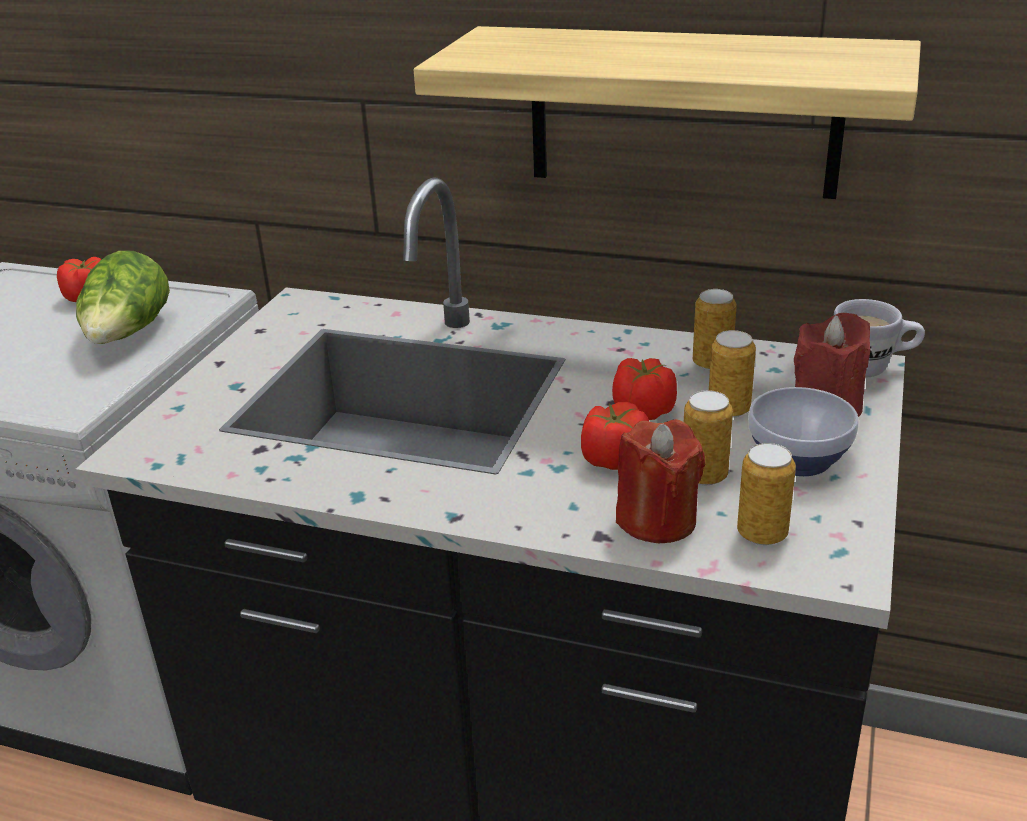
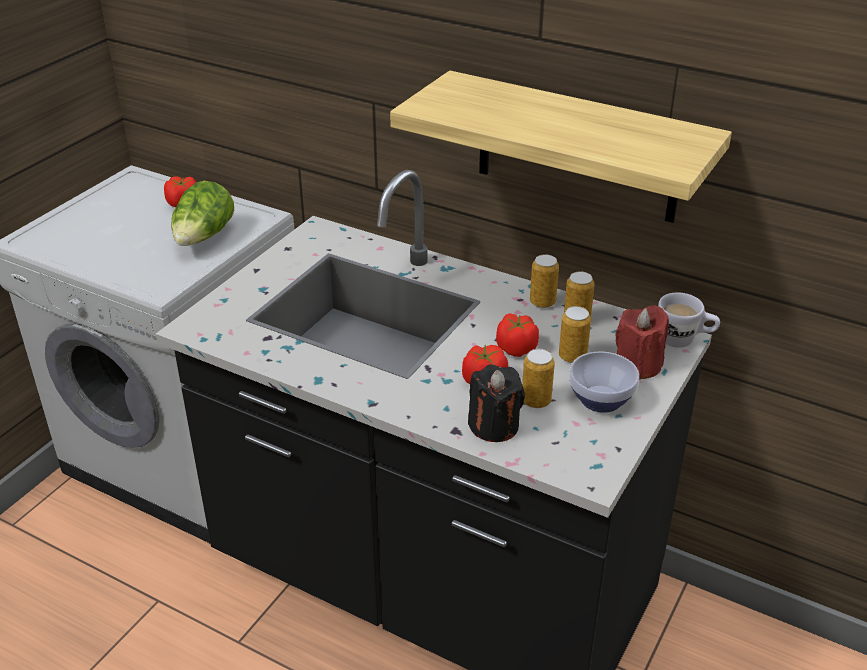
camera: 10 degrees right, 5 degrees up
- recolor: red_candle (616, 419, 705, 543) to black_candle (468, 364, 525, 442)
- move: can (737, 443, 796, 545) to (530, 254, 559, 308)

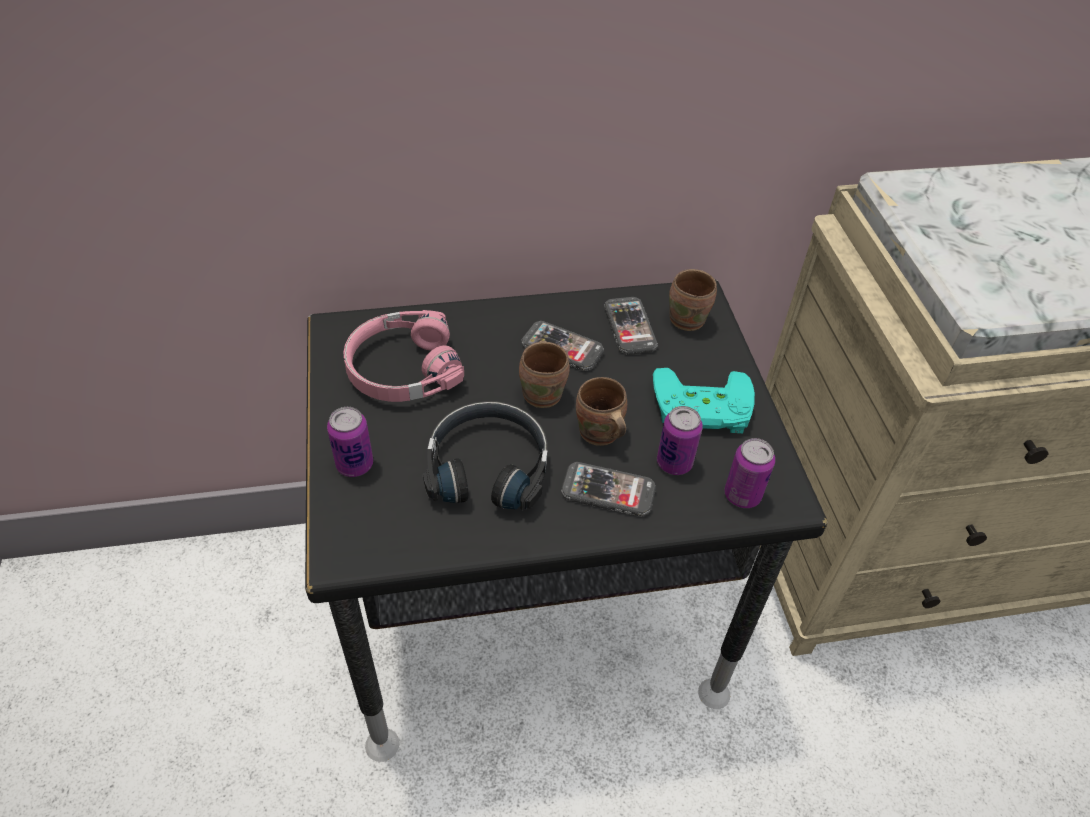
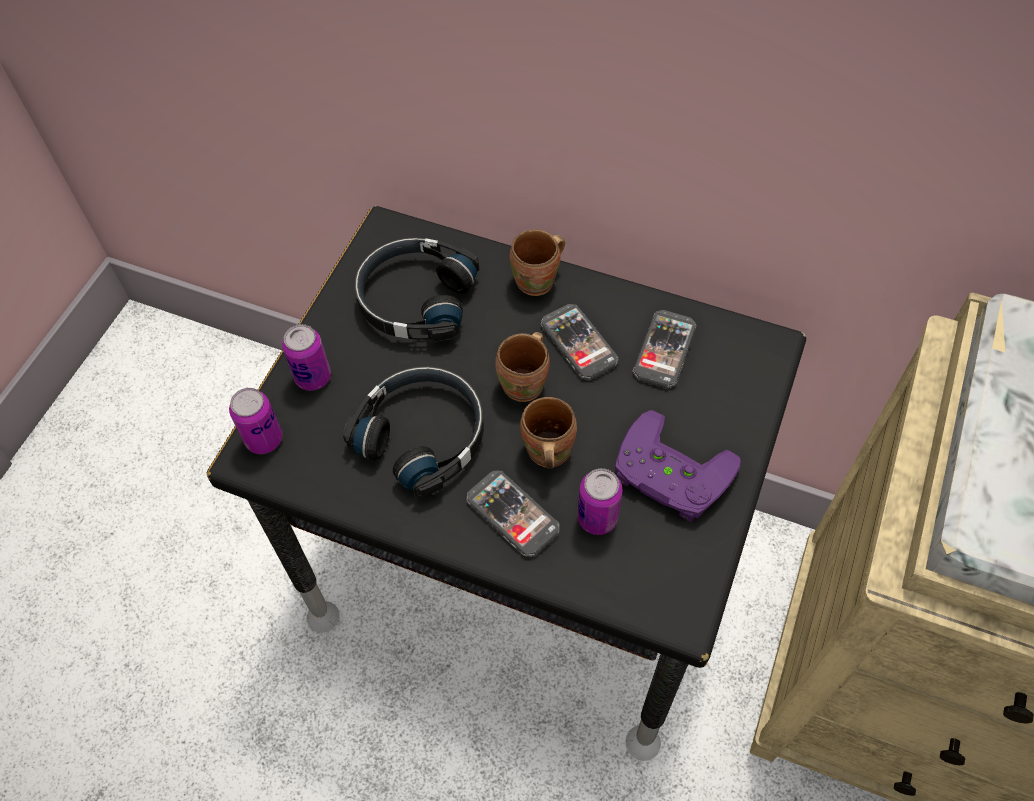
camera: 35 degrees right, 10 degrees up
- recolor: pink_headphones (343, 310, 464, 402) to black_headphones (355, 237, 479, 342)
- recolor: turquoise_game_controller (653, 368, 755, 433) to purple_game_controller (615, 410, 741, 522)
- move: brown_mug (669, 269, 717, 331) to (510, 229, 565, 296)
- move: can (724, 438, 775, 508) to (229, 388, 282, 454)

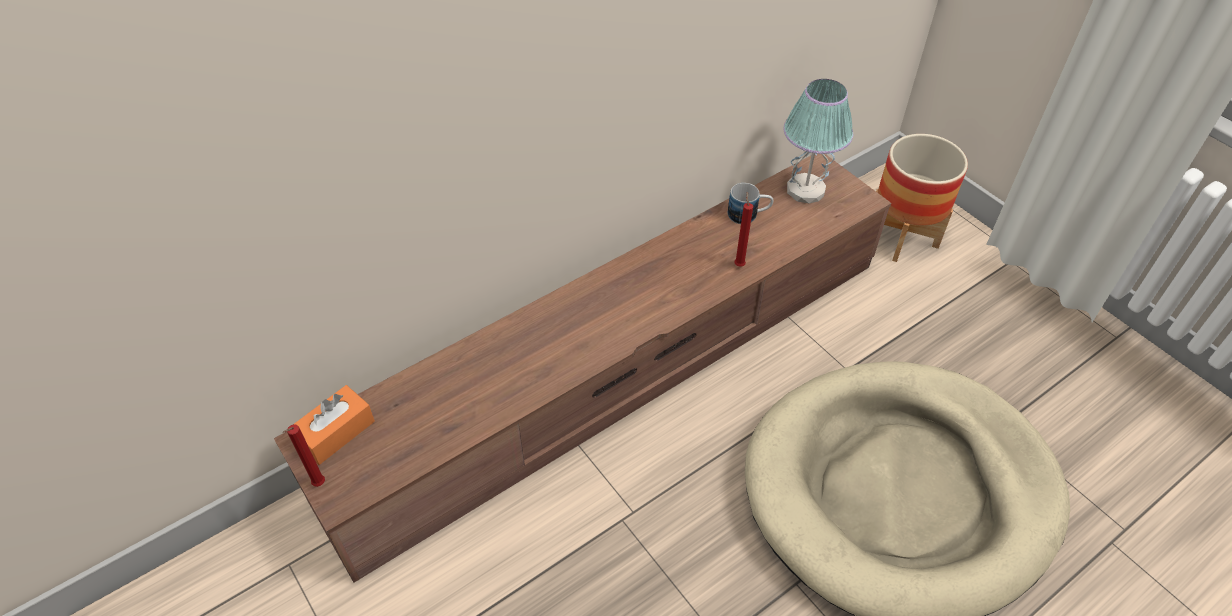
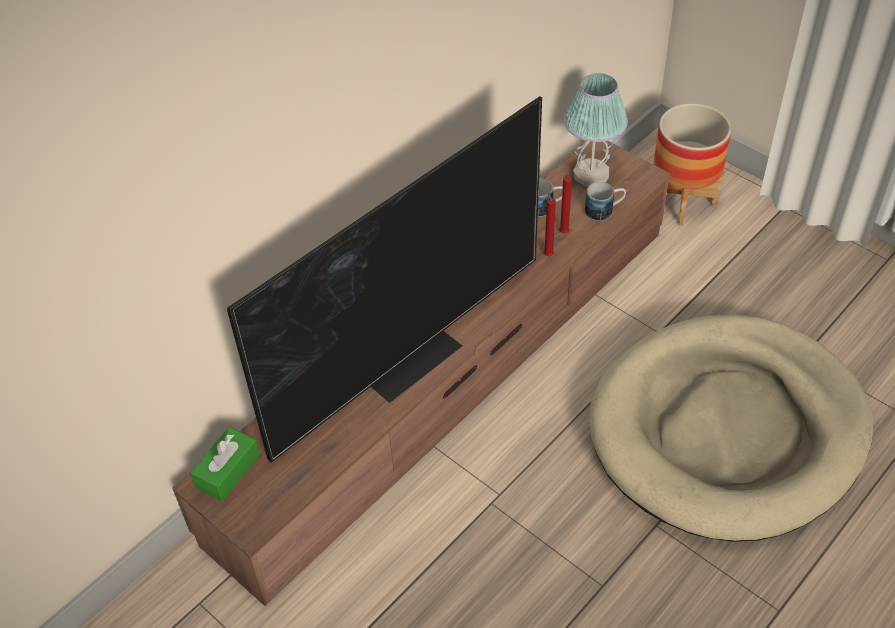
camera: 10 degrees left, 0 degrees up
- move: red_candle (282, 424, 325, 487) to (559, 176, 572, 234)
- recolor: orange_tissue_box (294, 385, 375, 465) to green_tissue_box (190, 427, 260, 502)
- insert: television (227, 96, 542, 463)
- insert: mug (585, 182, 626, 221)

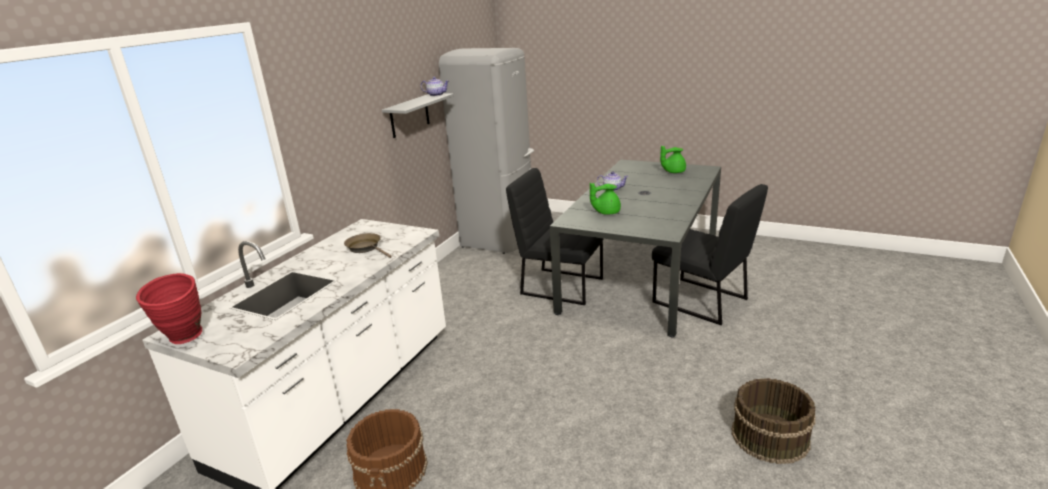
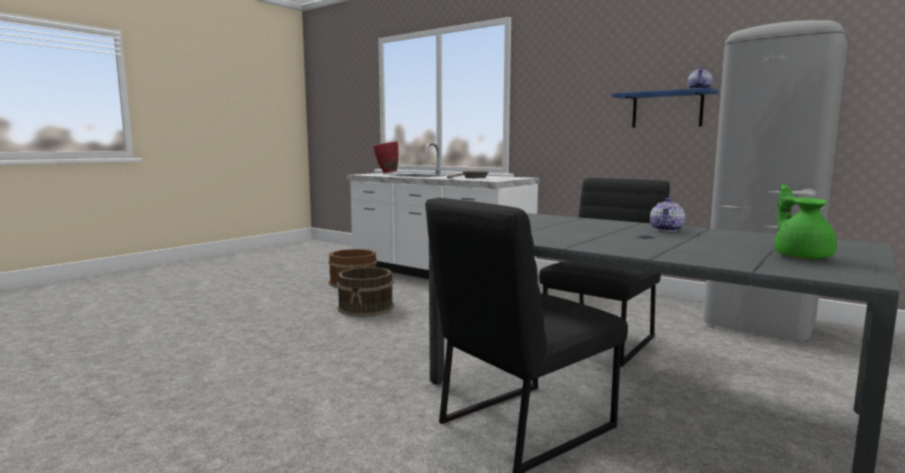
camera: 100 degrees right, 15 degrees down
- recolor: grey_shelf (382, 93, 454, 138) to blue_shelf (612, 88, 719, 128)
- delete: green_teapot (590, 183, 621, 215)
- move: brown_bucket (732, 378, 816, 464) to (337, 267, 394, 317)

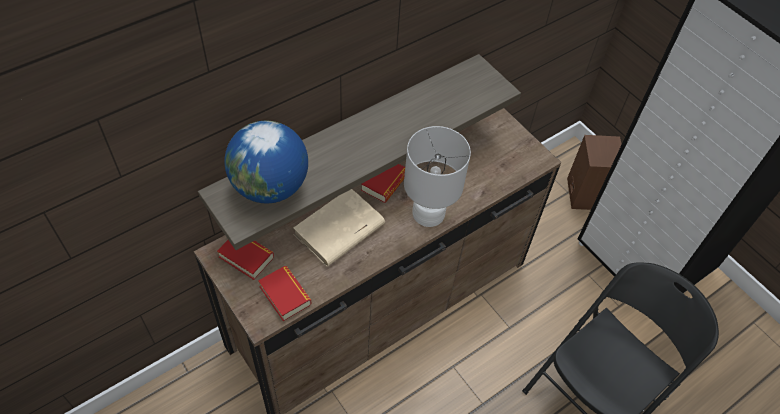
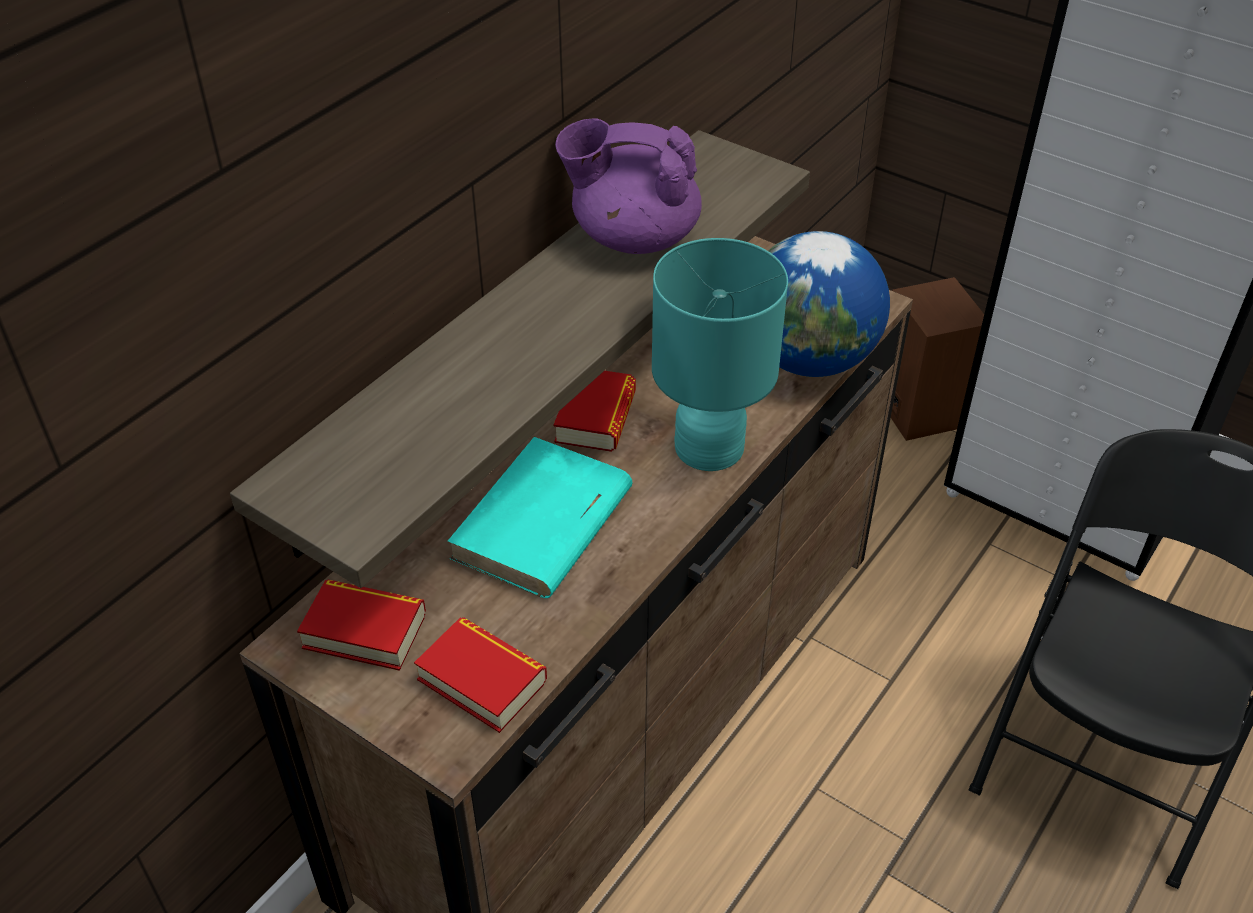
camera: 15 degrees left, 10 degrees down
- move: globe (224, 121, 308, 203) to (768, 231, 890, 377)
- recolor: beige_book (293, 189, 385, 266) to turquoise_book (447, 437, 633, 598)
- recolor: grey_table_lamp (404, 126, 471, 227) to turquoise_table_lamp (652, 238, 788, 471)
- insert: purple_teapot (555, 119, 702, 254)

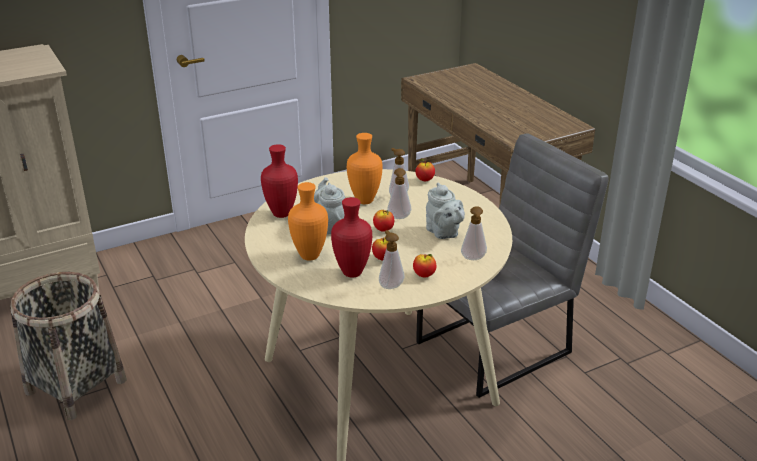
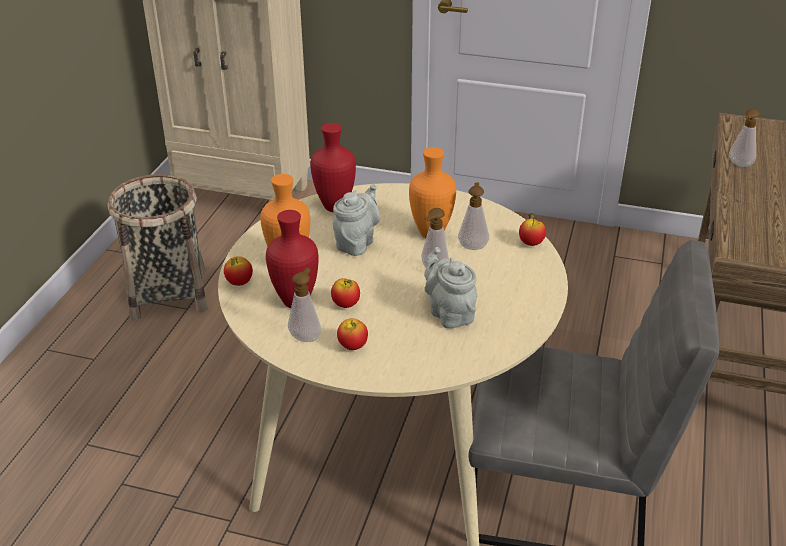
camera: 45 degrees right, 5 degrees up
- move: apple (373, 210, 394, 232) to (224, 256, 253, 286)
- rotate: grey_teapot (426, 182, 465, 239) = (424, 247, 477, 329) 135 degrees clockwise
- move: soap_dispenser (461, 206, 487, 260) to (729, 109, 760, 167)

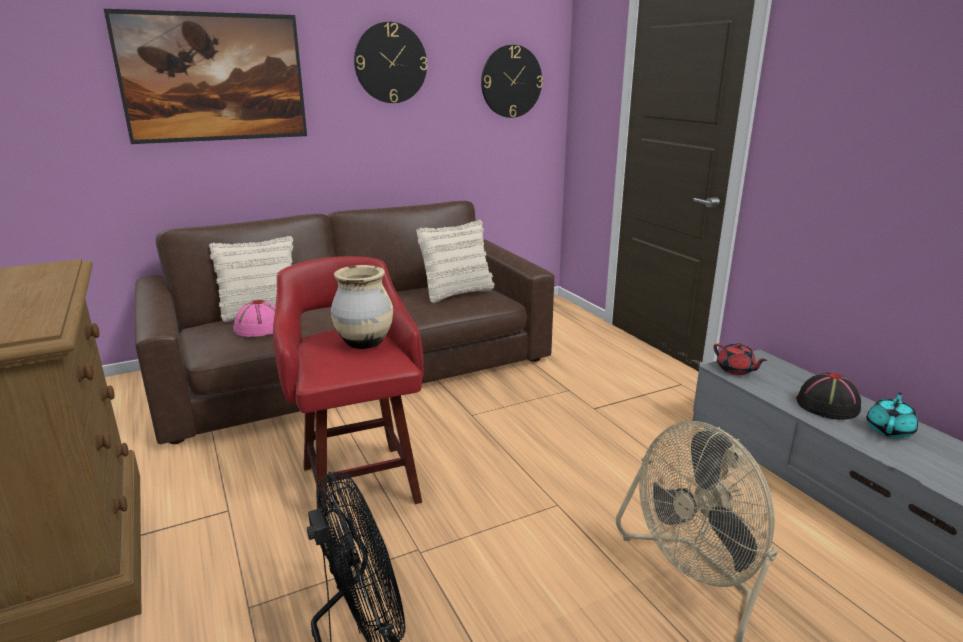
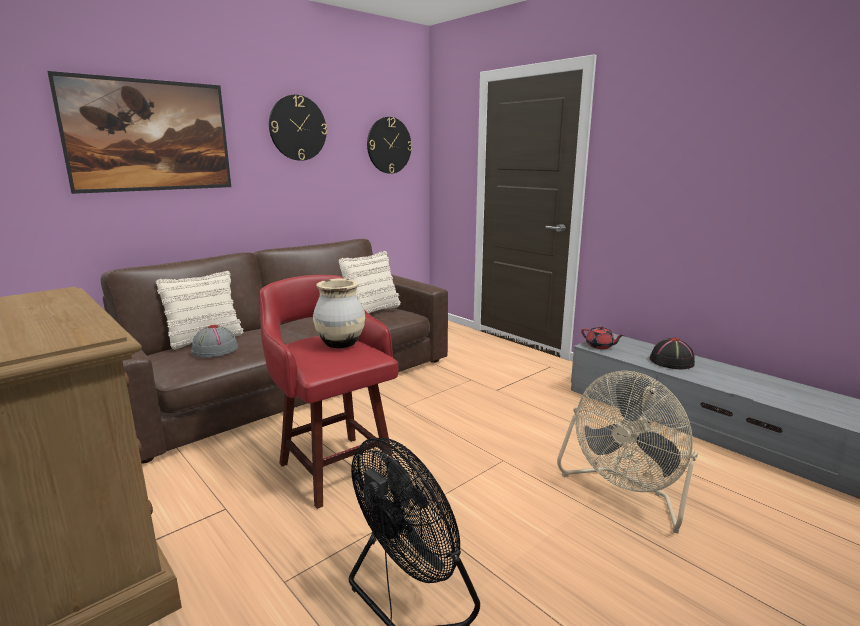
camera: 15 degrees left, 5 degrees down
- recolor: pink_hat (233, 300, 276, 337) to grey_hat (191, 324, 238, 358)
- delete: turquoise_teapot (867, 392, 918, 438)

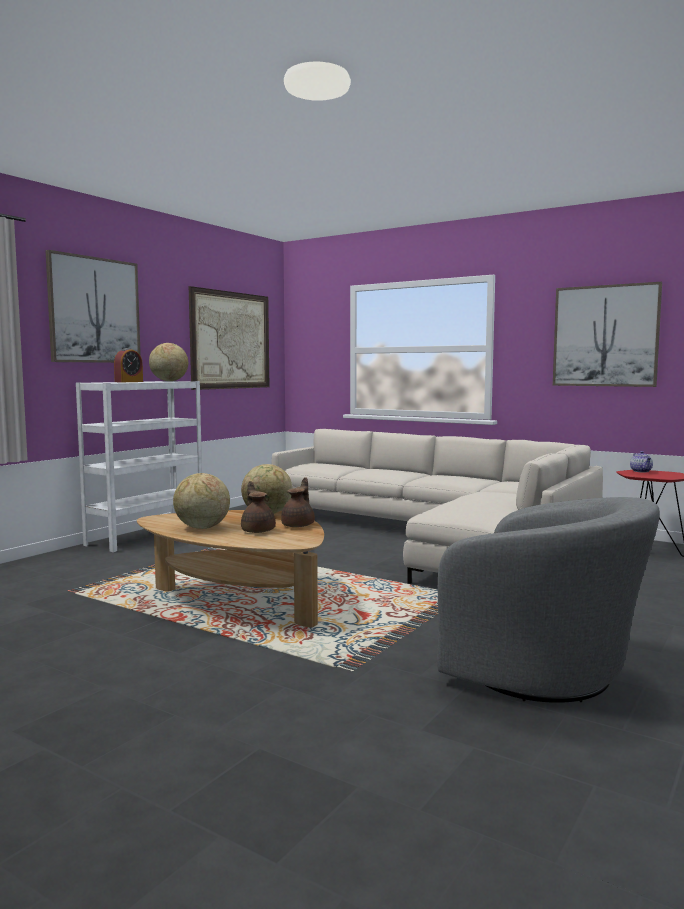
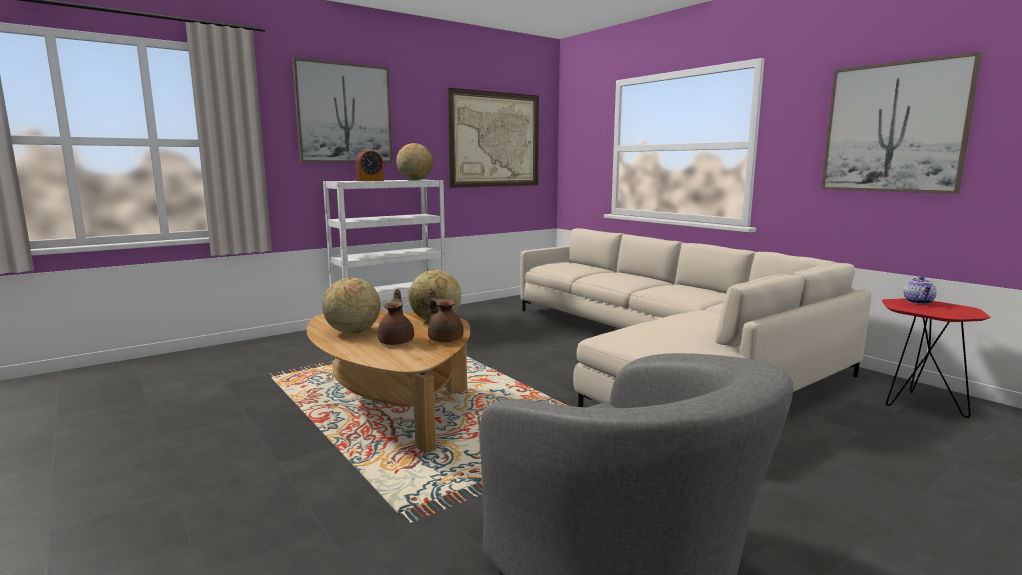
camera: 20 degrees right, 5 degrees up
- rotate: brown_teapot (281, 477, 315, 527) = (428, 289, 464, 342) 75 degrees counterclockwise

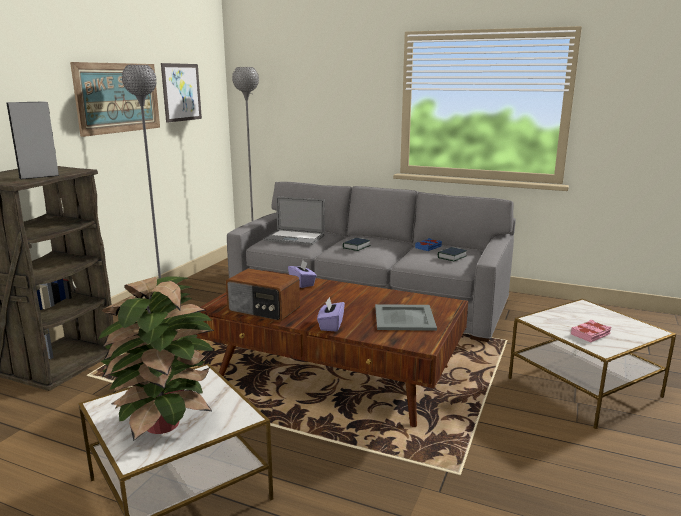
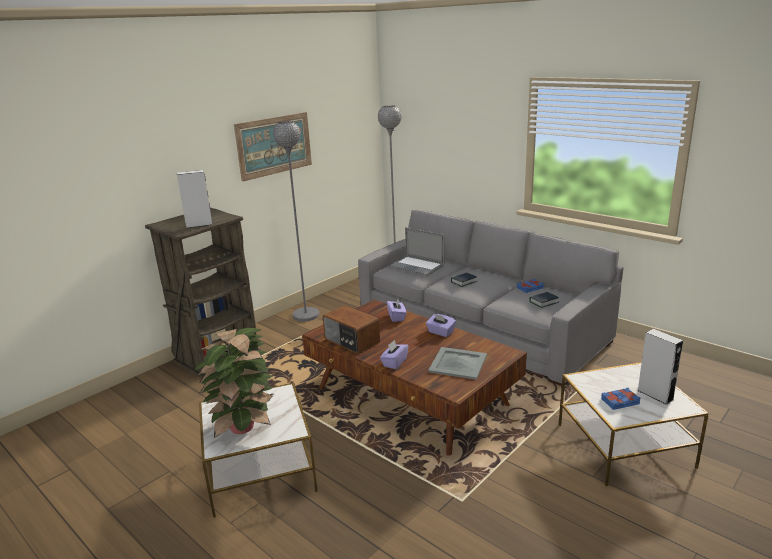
camera: 20 degrees right, 5 degrees up
- delete: picture (161, 63, 202, 123)
- recolor: pink_book (571, 320, 611, 342) to blue_book (601, 387, 641, 410)
- insert: purple_tissue_box (426, 314, 456, 337)
- insert: grey_speaker (637, 329, 683, 405)

